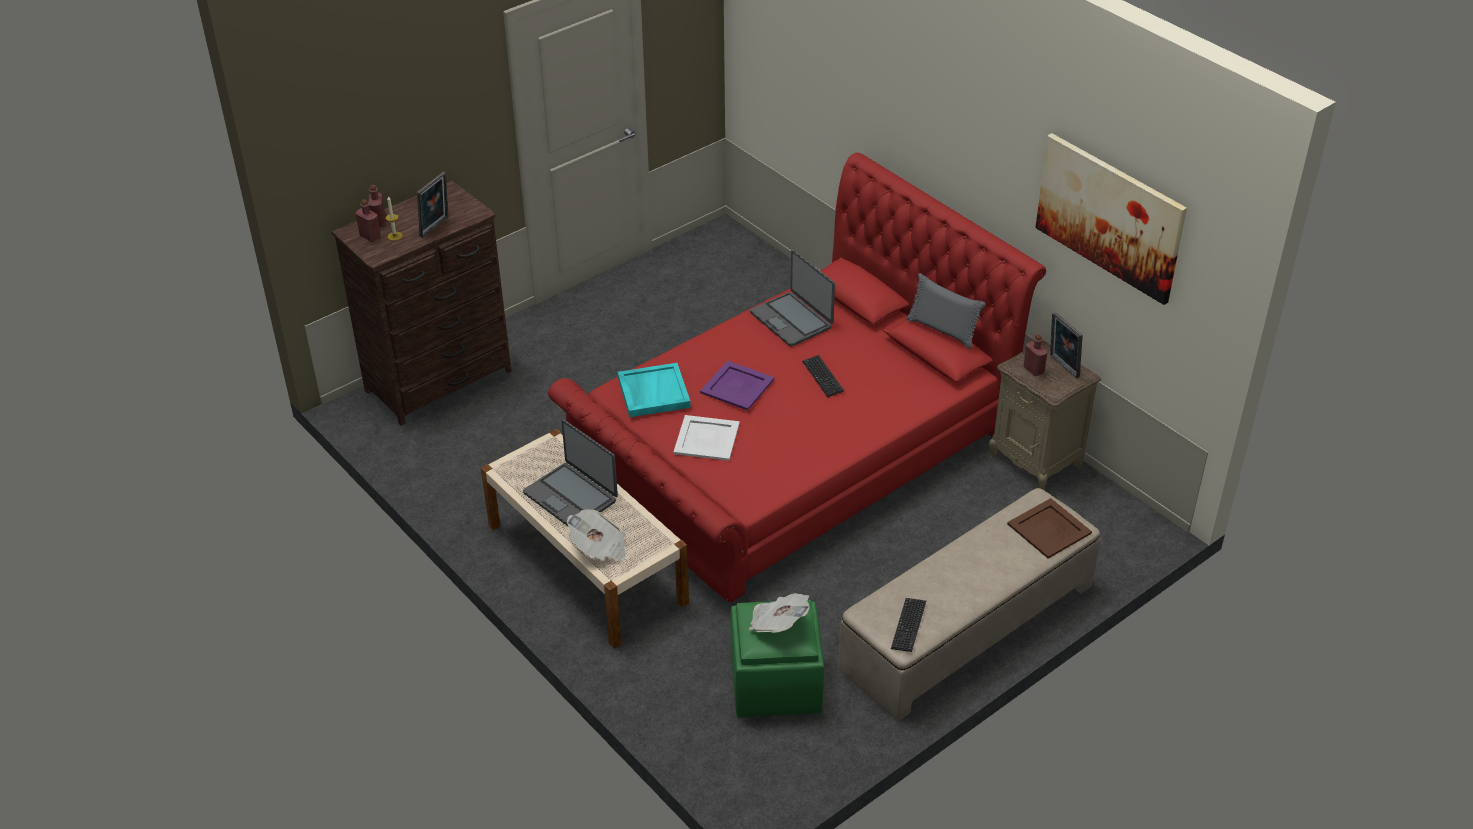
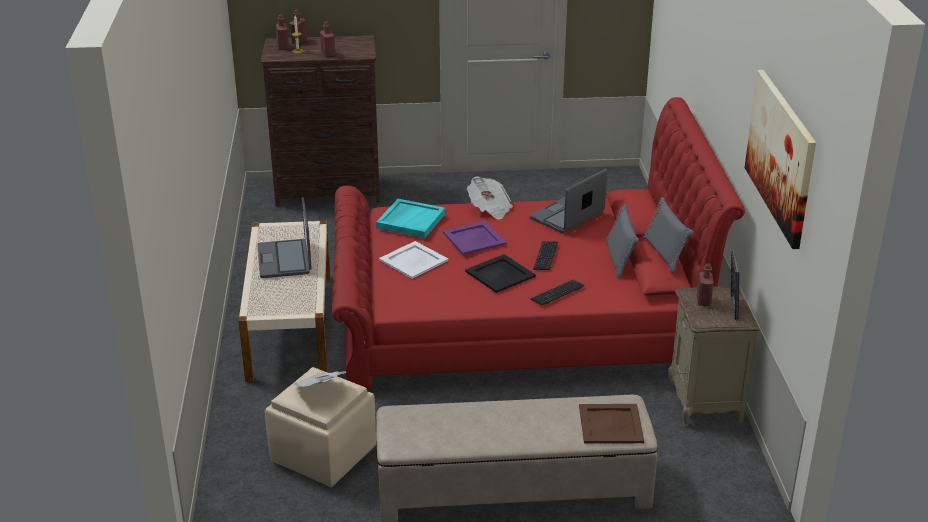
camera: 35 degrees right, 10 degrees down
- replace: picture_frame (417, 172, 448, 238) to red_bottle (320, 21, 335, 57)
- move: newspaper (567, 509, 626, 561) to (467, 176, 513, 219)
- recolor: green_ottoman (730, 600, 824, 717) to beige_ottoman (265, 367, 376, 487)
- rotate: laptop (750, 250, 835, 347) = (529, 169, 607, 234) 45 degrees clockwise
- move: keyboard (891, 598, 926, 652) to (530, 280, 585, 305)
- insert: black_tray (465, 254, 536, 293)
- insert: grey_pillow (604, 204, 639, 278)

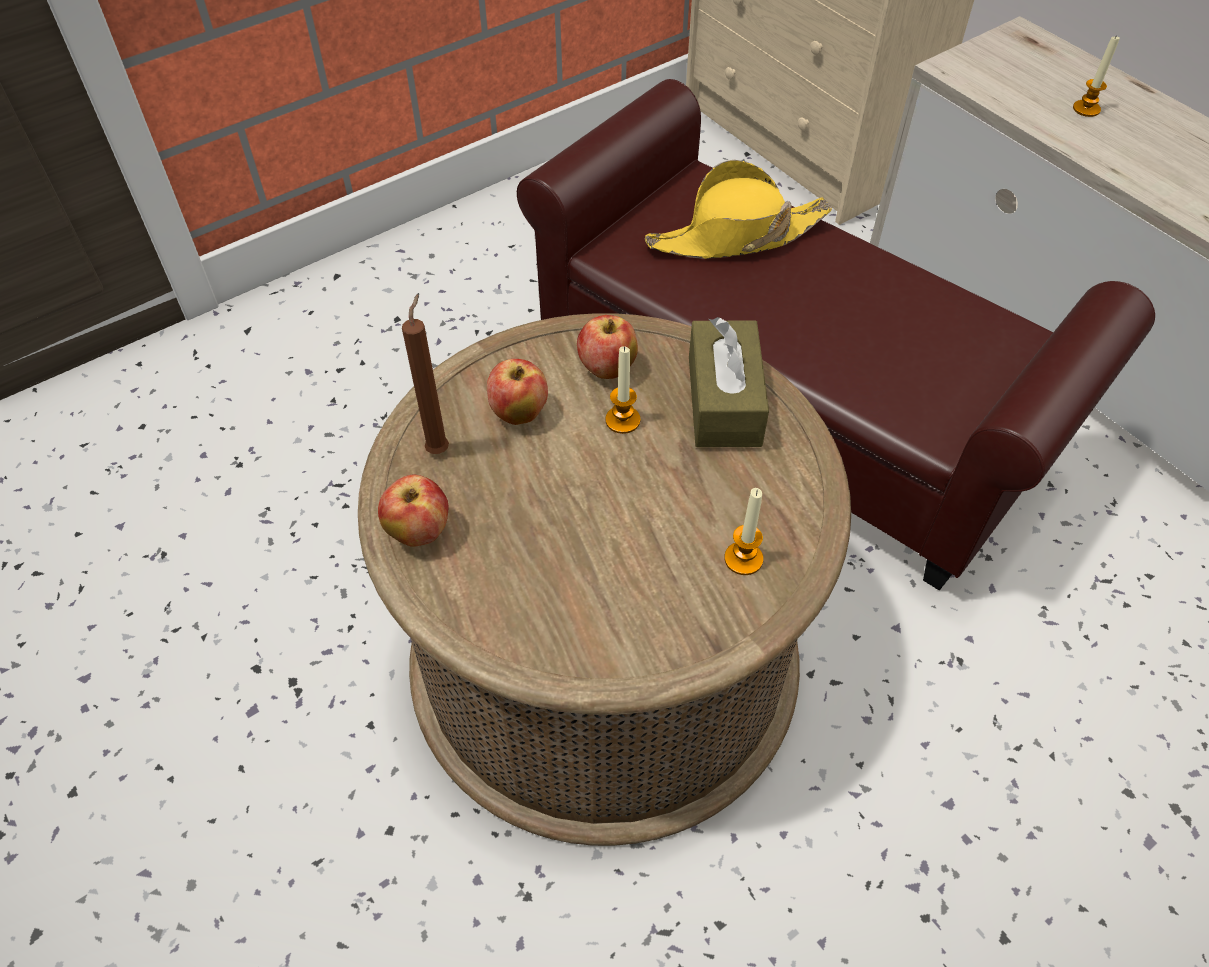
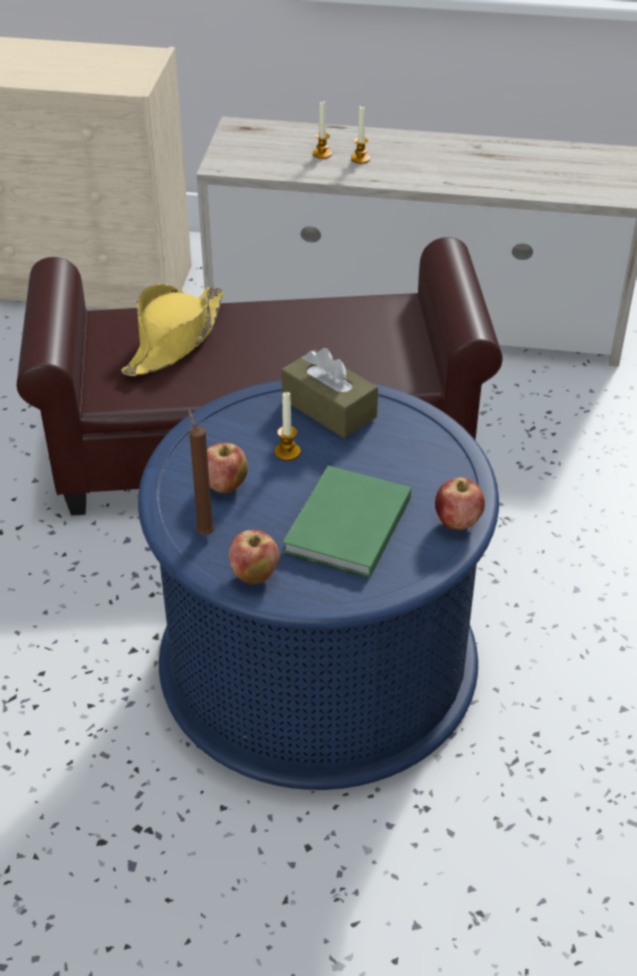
camera: 45 degrees left, 10 degrees down
- recolor: brown_coffee_table (358, 313, 851, 846) to blue_coffee_table (138, 380, 499, 790)
- move: apple (577, 315, 638, 379) to (435, 477, 485, 530)
- move: candle (724, 488, 763, 575) to (351, 106, 370, 164)
- insert: green_book (283, 466, 411, 578)

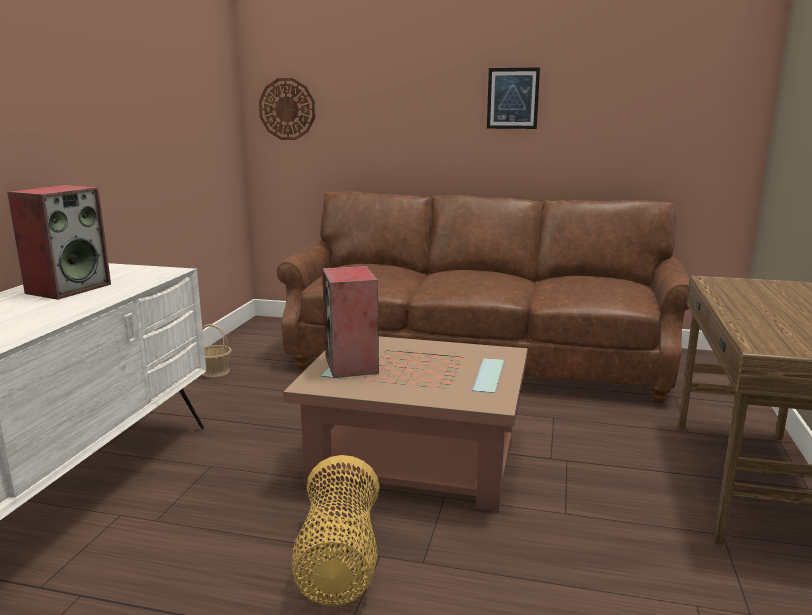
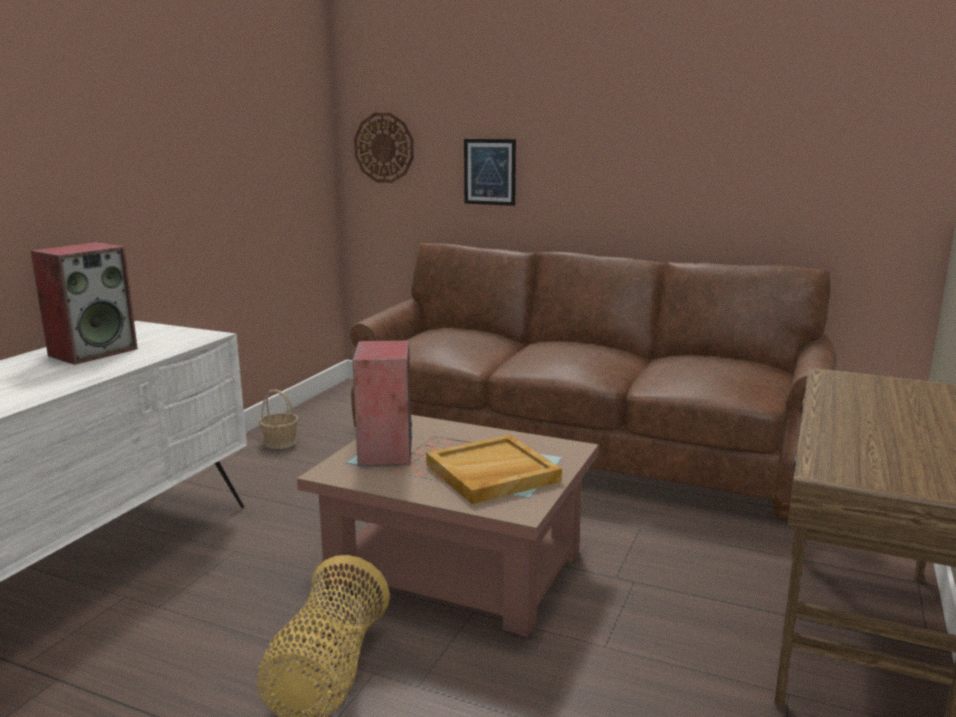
camera: 10 degrees right, 0 degrees up
- move: picture (487, 67, 540, 129) to (464, 139, 516, 206)
- insert: beige_tray (426, 435, 562, 504)

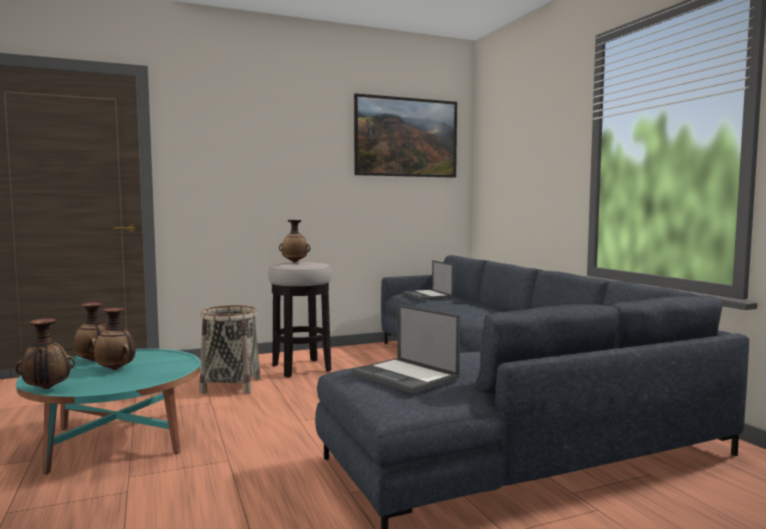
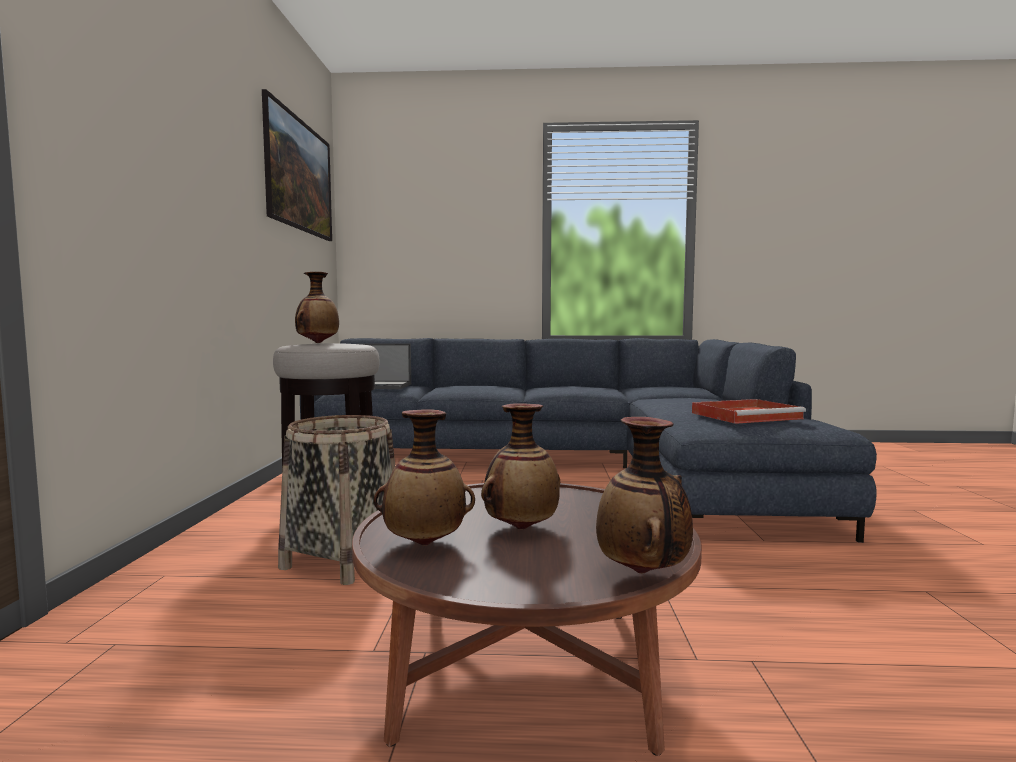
camera: 65 degrees left, 0 degrees up
- recolor: turquoise_coffee_table (16, 349, 201, 474) to brown_coffee_table (352, 483, 702, 756)
- replace: laptop (352, 304, 460, 394) to red_tray (692, 399, 806, 424)

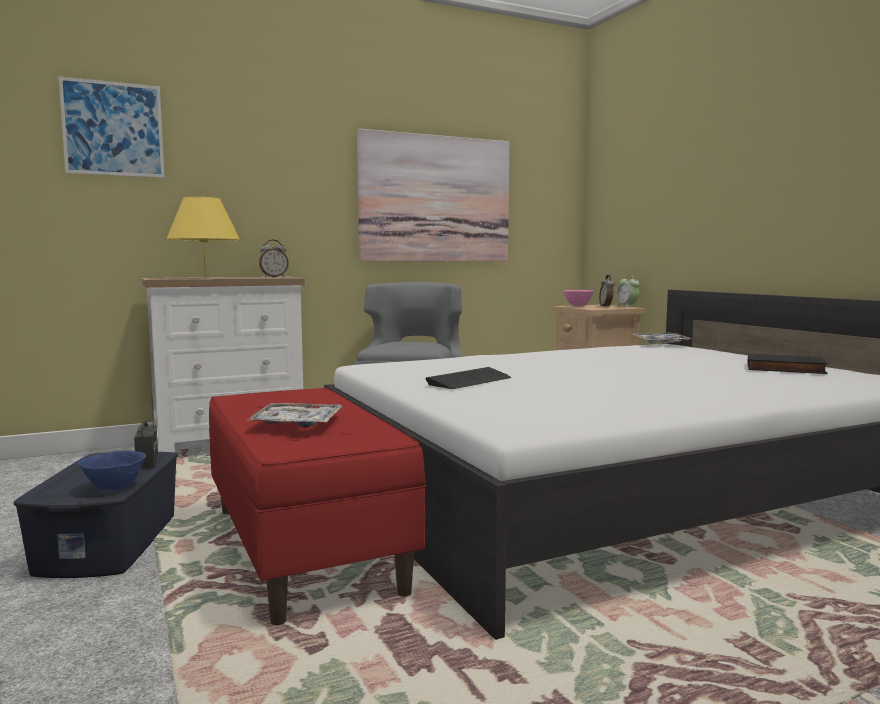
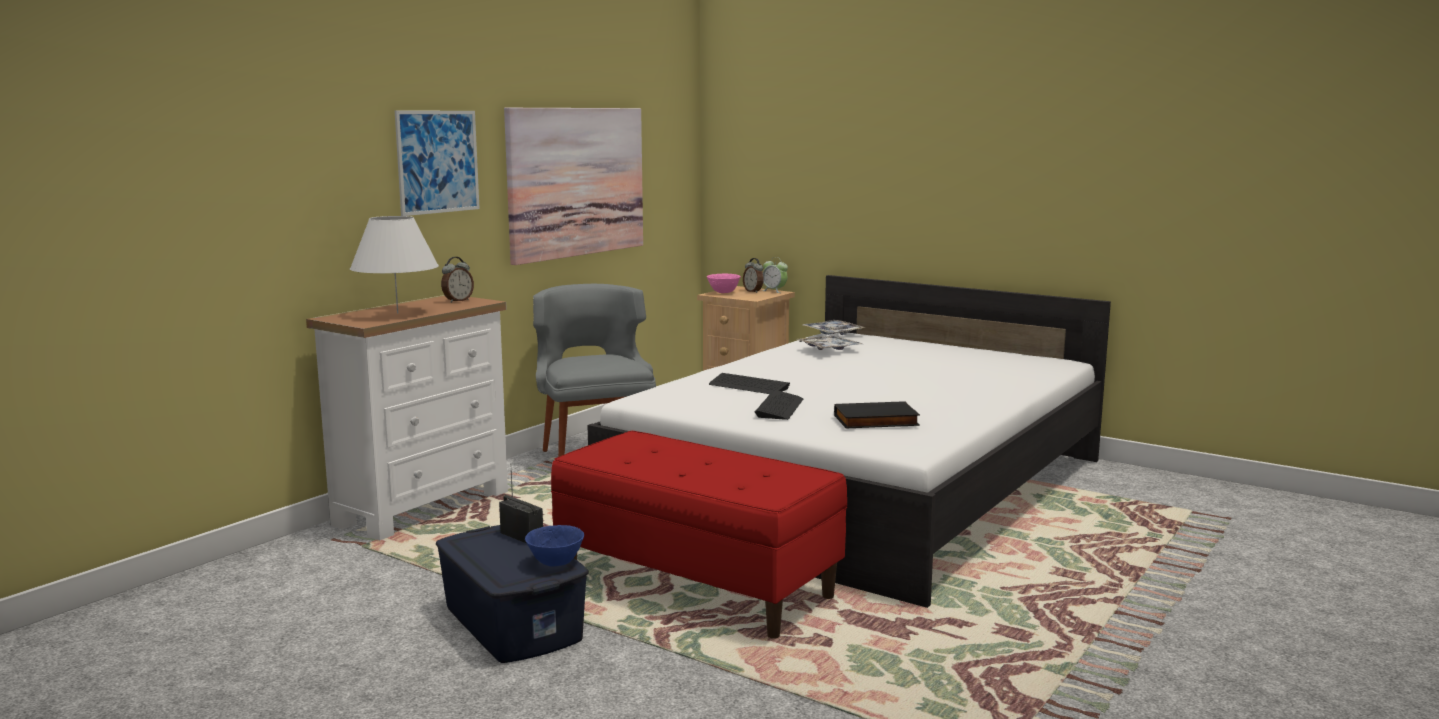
camera: 30 degrees left, 5 degrees up
- move: picture (59, 77, 165, 178) to (395, 111, 480, 216)
- recolor: yellow_table_lamp (166, 197, 240, 278) to white_table_lamp (350, 216, 439, 314)
- move: tray (247, 403, 342, 427) to (797, 336, 862, 350)
- move: black_book (747, 353, 828, 374) to (834, 401, 920, 428)
- insert: keyboard (709, 373, 790, 394)

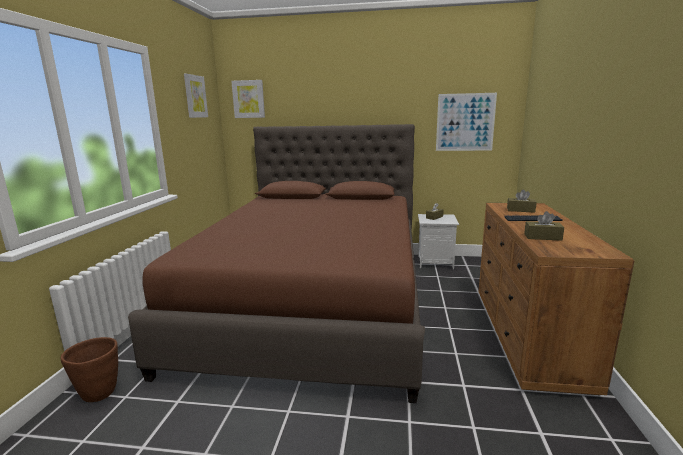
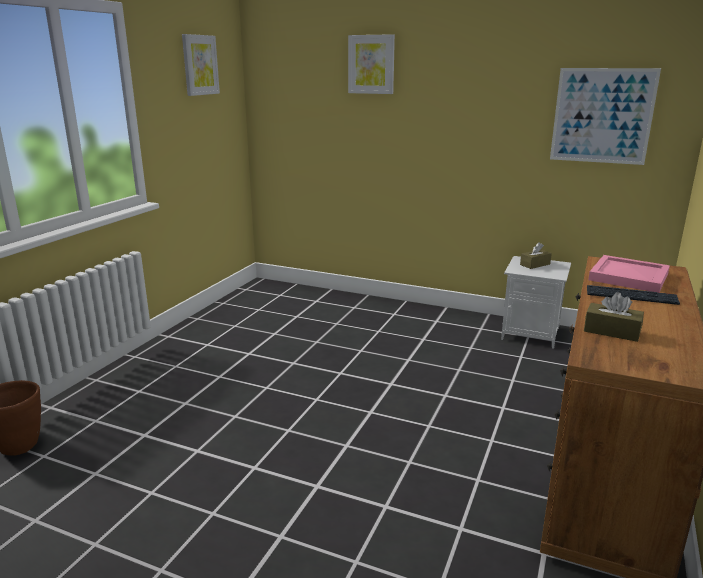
camera: 15 degrees right, 5 degrees up
- delete: brown_bed (128, 124, 425, 403)
- move: picture (231, 80, 265, 118) to (348, 34, 395, 94)
- replace: brown_tissue_box (507, 190, 537, 213) to pink_tray (588, 255, 670, 292)

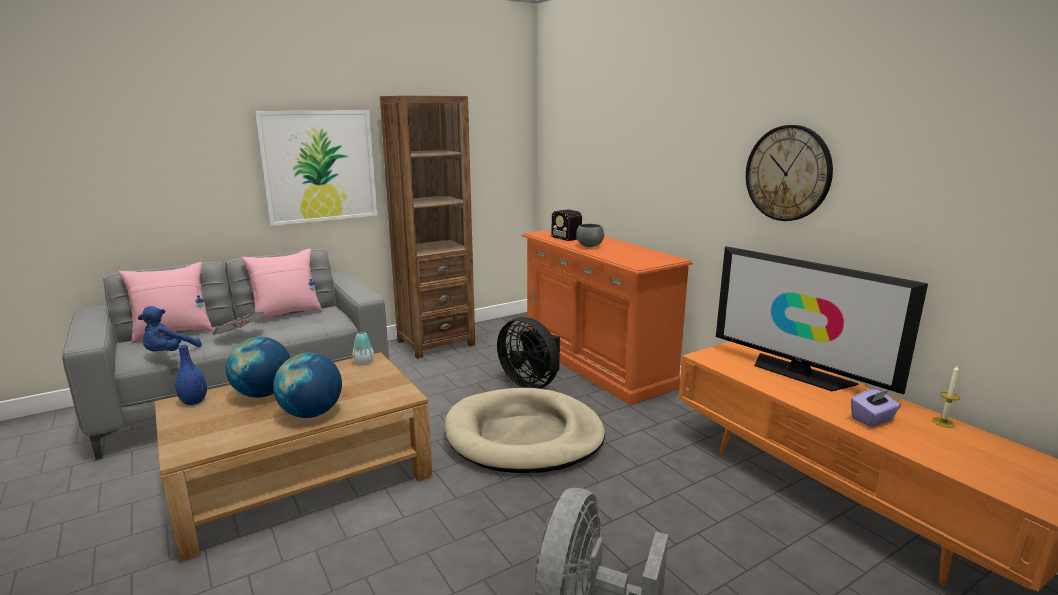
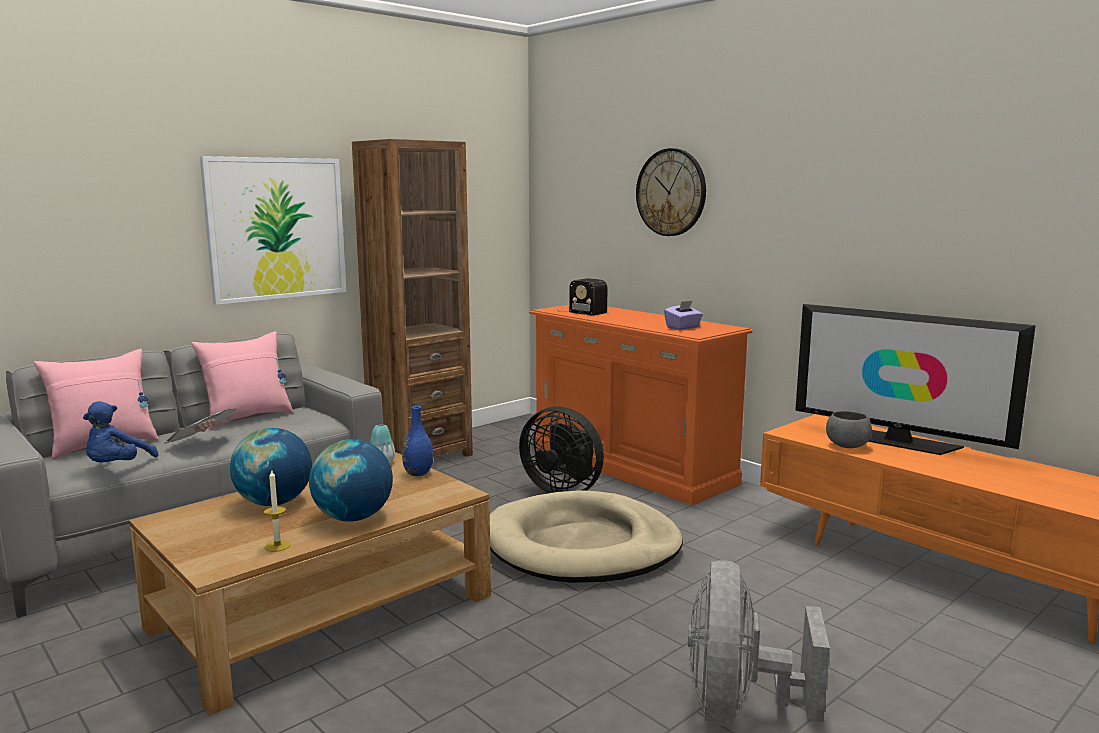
camera: 10 degrees left, 5 degrees down
- move: blue_vase (175, 344, 207, 405) to (402, 406, 433, 476)
- move: grey_bowl (576, 224, 604, 247) to (826, 411, 872, 448)
- move: wall_clock (746, 125, 833, 221) to (636, 148, 706, 236)
- move: purple_tissue_box (851, 389, 901, 427) to (664, 300, 703, 330)
- move: candle (932, 365, 960, 428) to (264, 469, 291, 552)

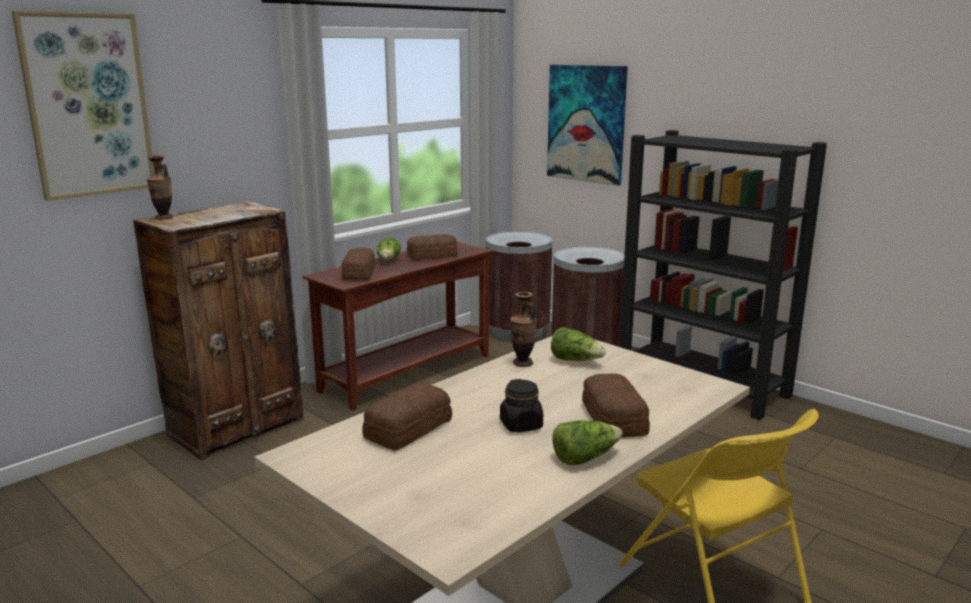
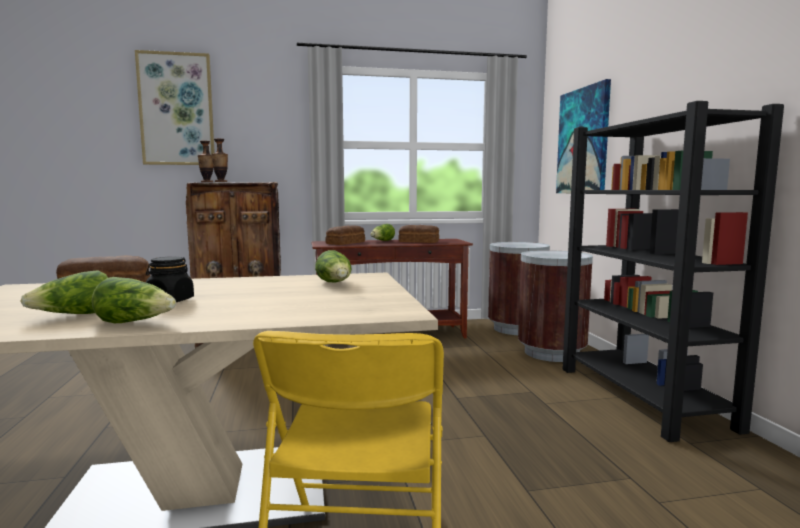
camera: 35 degrees right, 10 degrees down
- move: vase (510, 292, 537, 367) to (212, 139, 228, 182)
- delete: bread (582, 373, 650, 438)
- insert: lettuce (20, 270, 108, 314)

